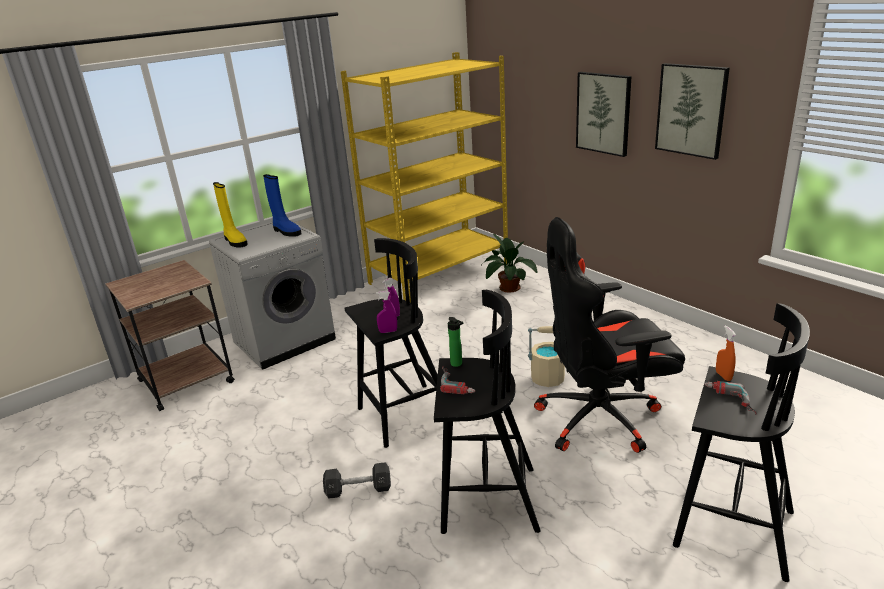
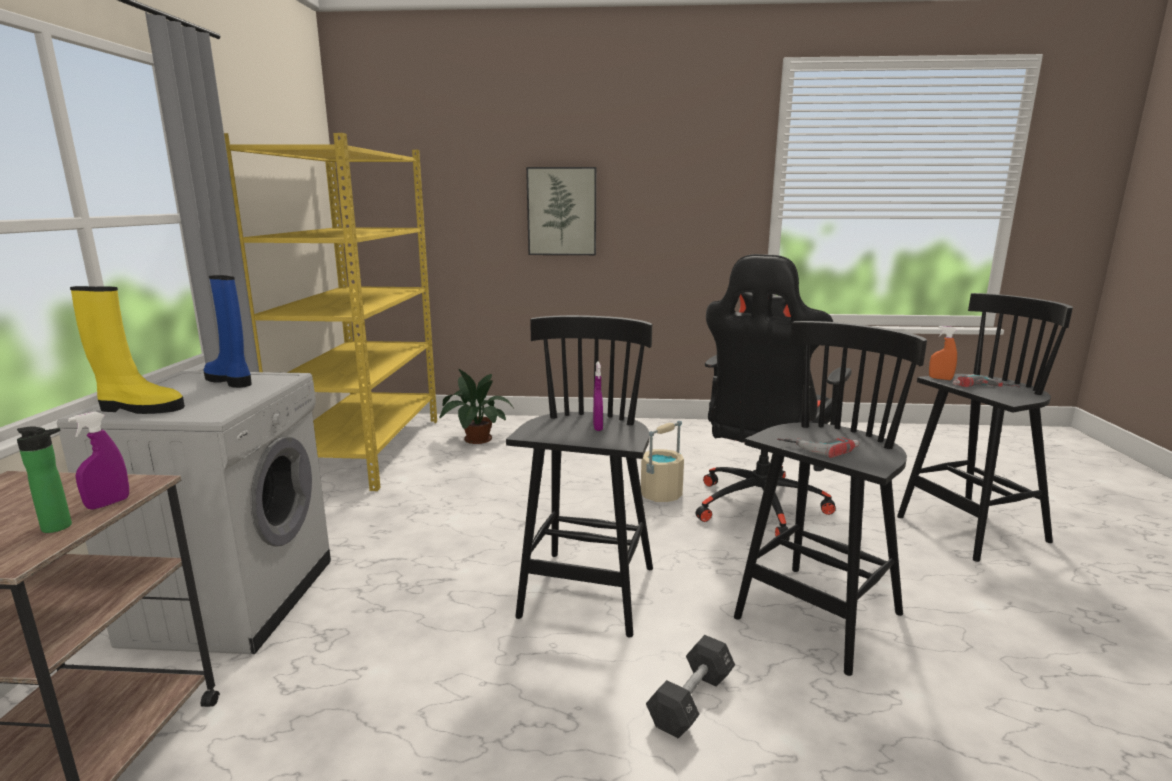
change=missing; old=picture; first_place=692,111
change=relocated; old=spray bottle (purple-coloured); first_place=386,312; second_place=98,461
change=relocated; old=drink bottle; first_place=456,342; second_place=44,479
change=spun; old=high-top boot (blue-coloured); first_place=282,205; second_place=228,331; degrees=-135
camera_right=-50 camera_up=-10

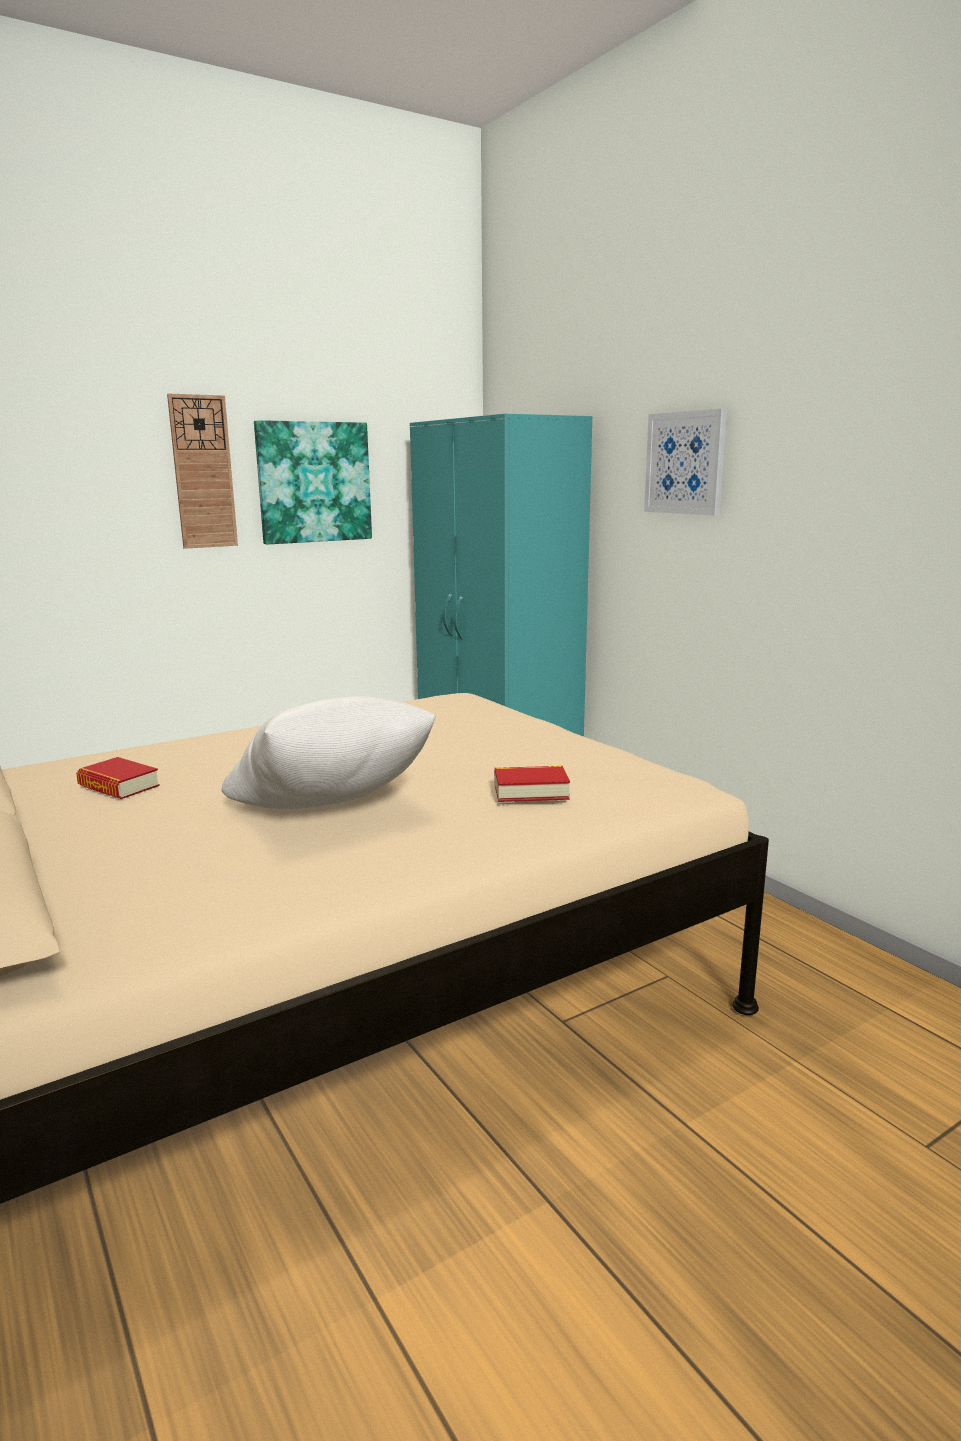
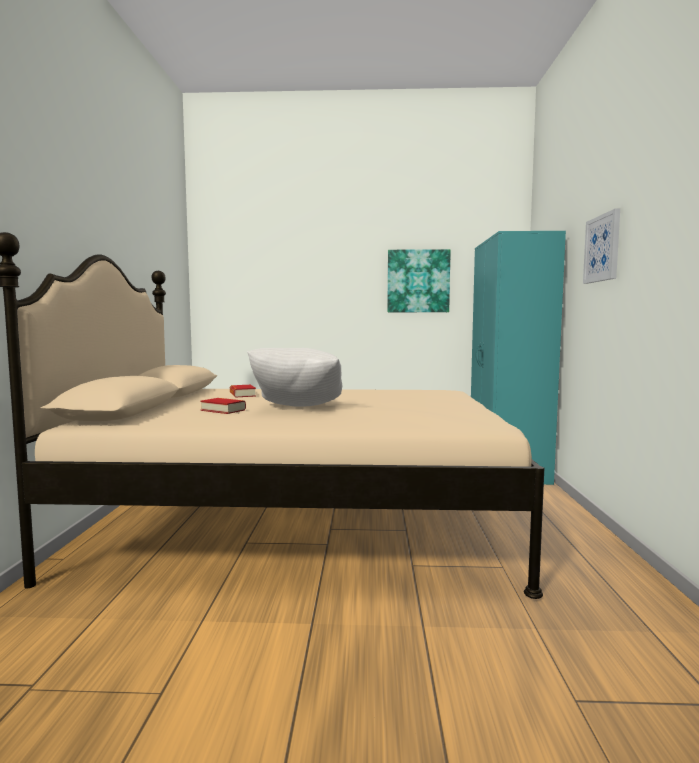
change=missing; old=clock on the wall; first_place=202,471
change=relocated; old=bound book; first_place=532,784; second_place=223,406
camera_right=35 camera_up=-10

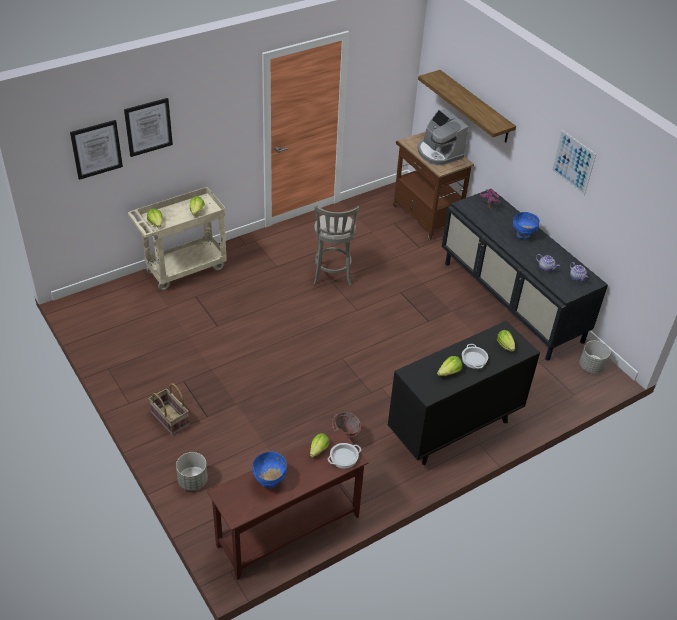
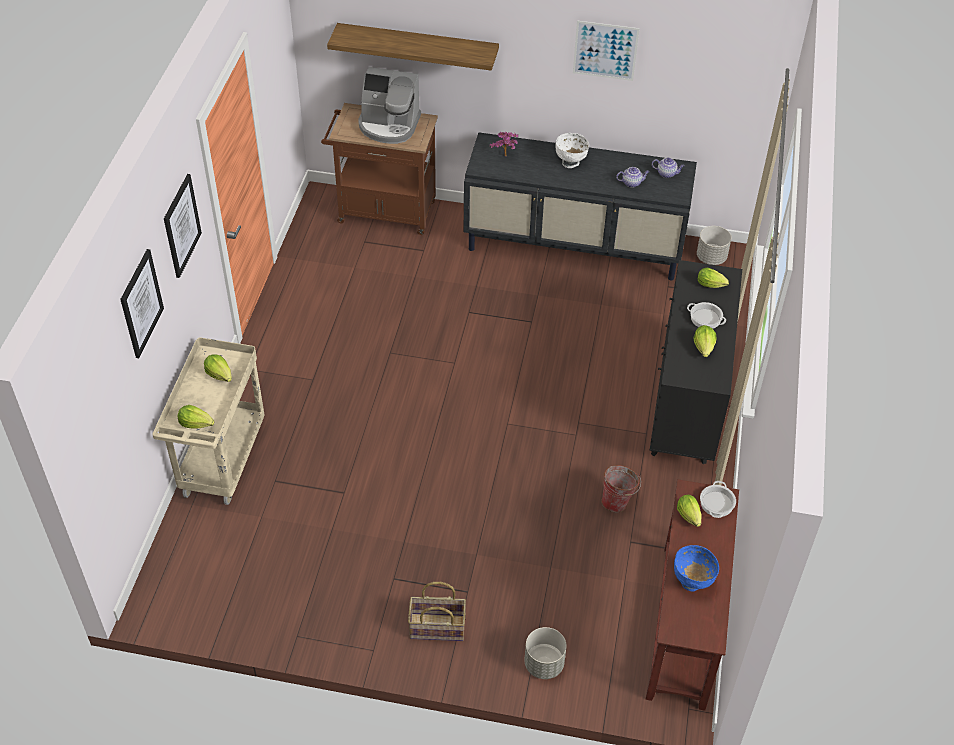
change=missing; old=stool seat (greyish); first_place=336,245
change=relocated; old=picture; first_place=96,150; second_place=183,226
change=colour; old=bowl (blue-coloured); new=bowl (whitish); first_place=526,225; second_place=572,150
camera_right=-45 camera_up=5

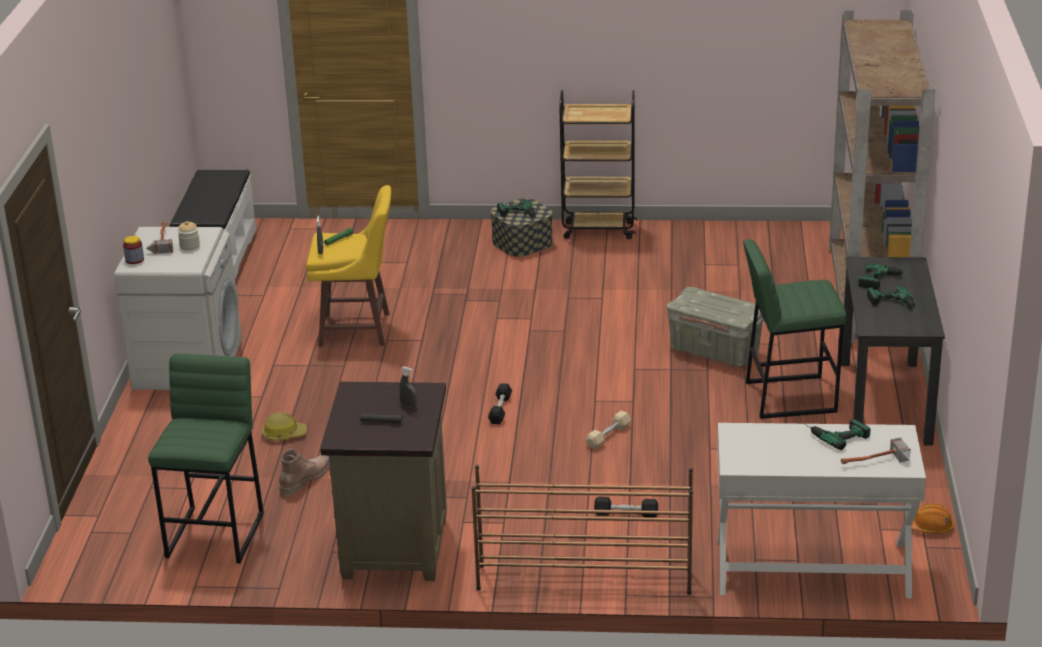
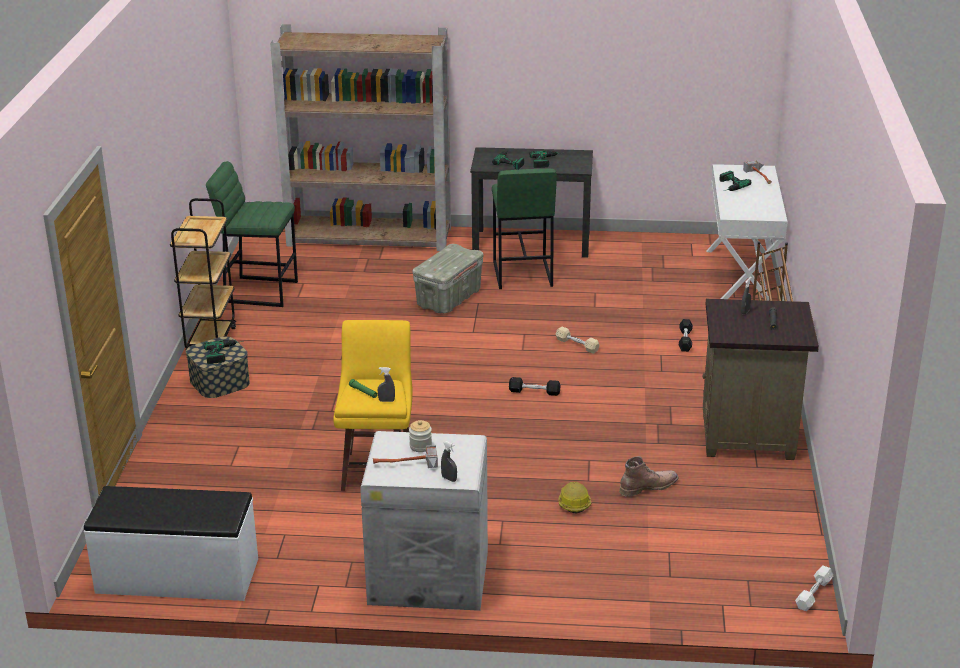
change=missing; old=work helmet (orange); first_place=933,518
change=appeared; new=free weight (whitish); second_place=814,588
change=relocated; old=stool seat (greenish); first_place=206,458; second_place=252,234
change=exchanged; old=preserve jar; new=spray bottle (greyish); first_place=133,250; second_place=449,461
change=spun; old=high-top boot (brown-coloured); first_place=304,472; second_place=648,476; degrees=120
camera_right=-90 camera_up=0

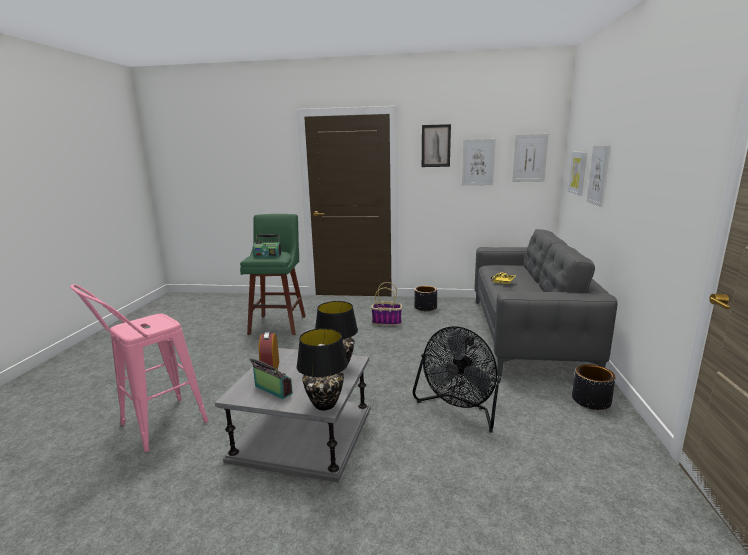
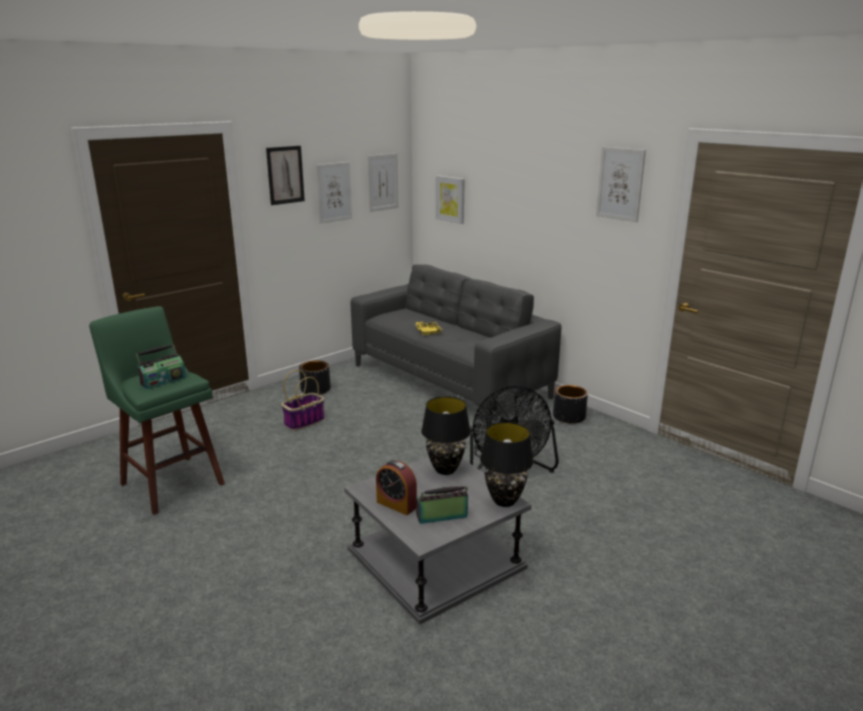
change=missing; old=stool seat (pink-coloured); first_place=139,368
change=relocated; old=picture; first_place=599,176; second_place=621,184
camera_right=-50 camera_up=5

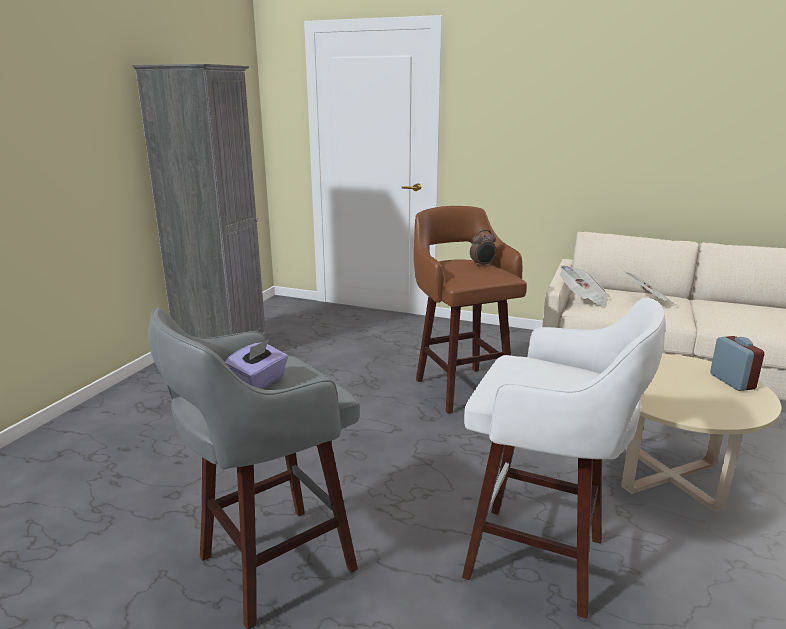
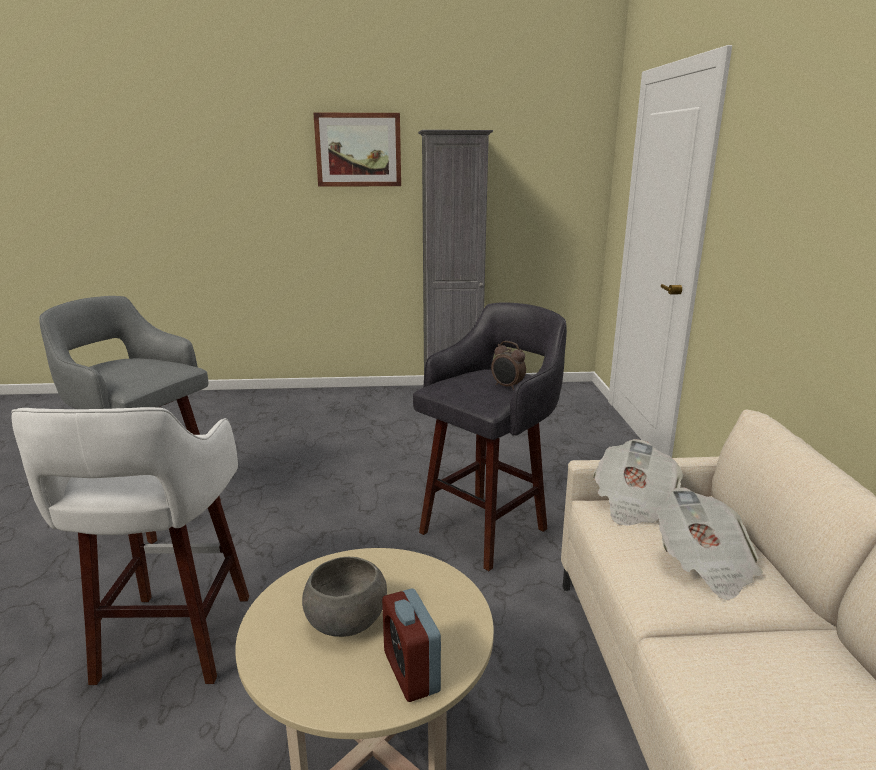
change=missing; old=box of tissues (purple-coloured); first_place=256,364
change=appeared; new=bowl (greyish); second_place=344,597
change=appeared; new=picture; second_place=357,150
change=colour; old=stool seat (brown-coloured); new=stool seat (greyish); first_place=470,310; second_place=490,436
change=spun; old=bedside clock; first_place=737,363; second_place=411,645; degrees=105
camera_right=65 camera_up=0

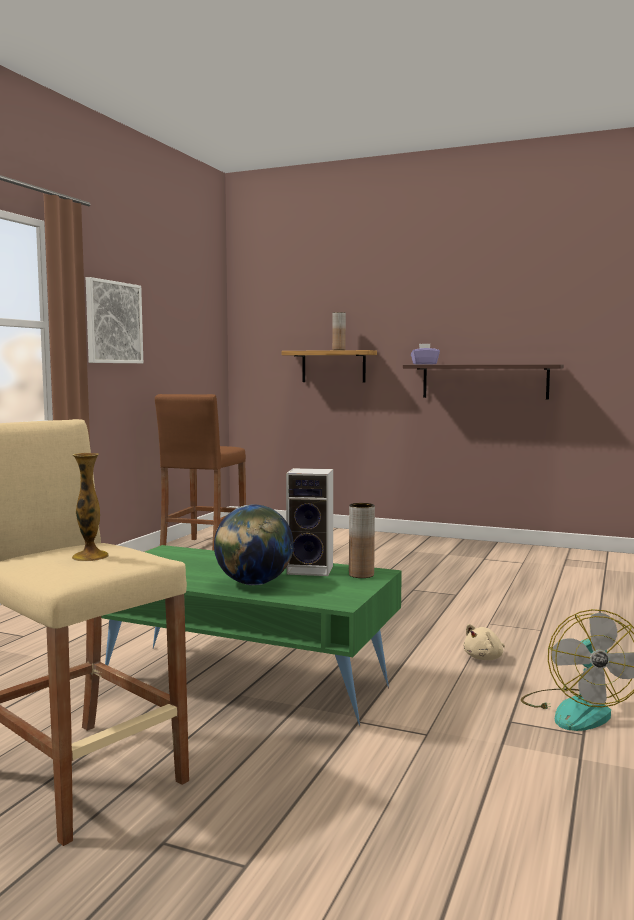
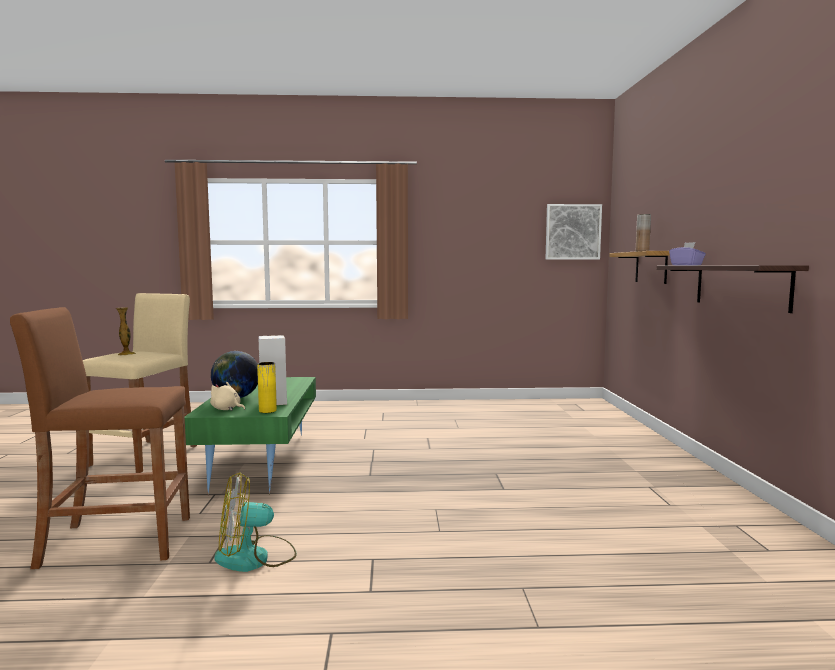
change=relocated; old=picture; first_place=114,320; second_place=574,232
change=relocated; old=stool seat (brown-coloured); first_place=200,472; second_place=100,438
change=relocated; old=soft toy (beige-coloured); first_place=484,642; second_place=227,396
change=colour; old=decorative vase (brown-coloured); new=decorative vase (yellowish); first_place=362,540; second_place=267,387
camera_right=65 camera_up=0

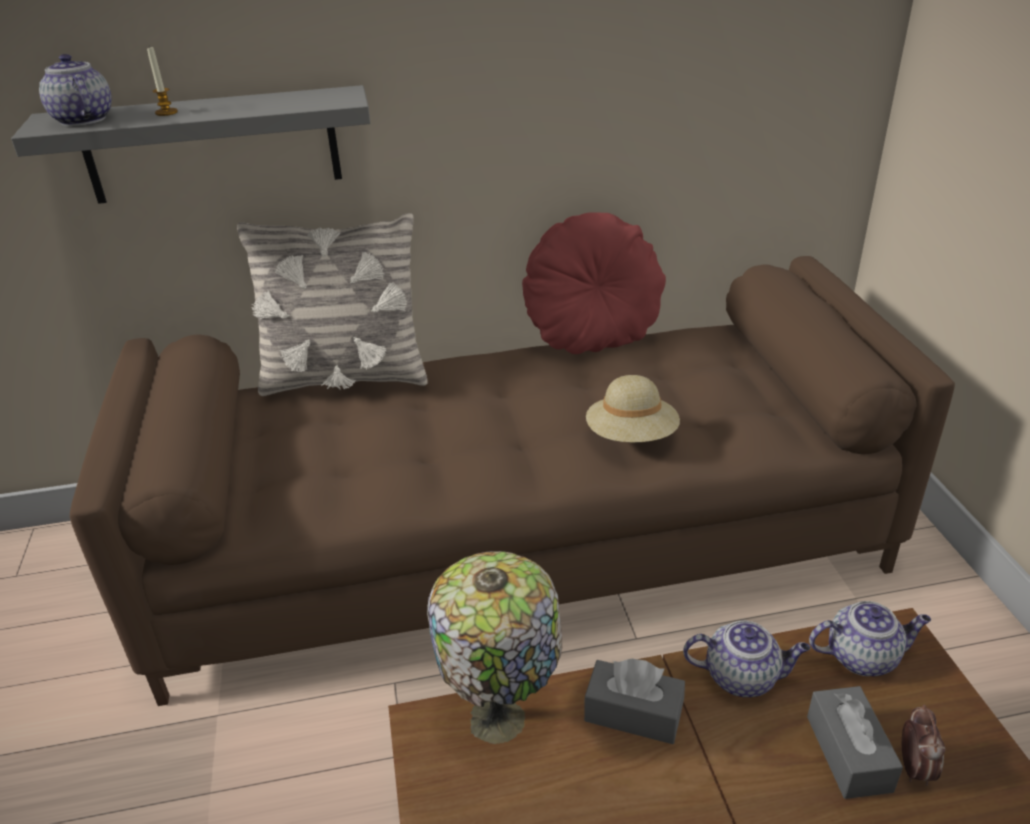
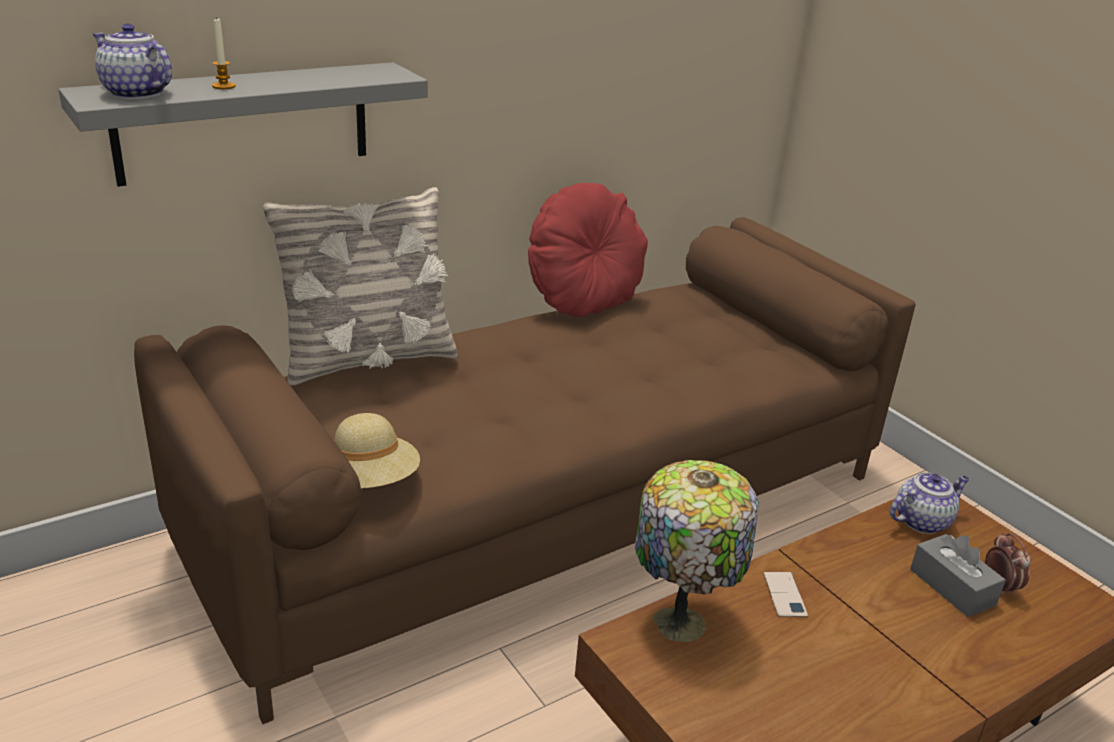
change=missing; old=teapot; first_place=746,659
change=relocated; old=clothing hat (beige-coloured); first_place=633,409; second_place=377,450
change=exchanged; old=box of tissues (greyish); new=handset; first_place=634,701; second_place=785,594
camera_right=-25 camera_up=-5

